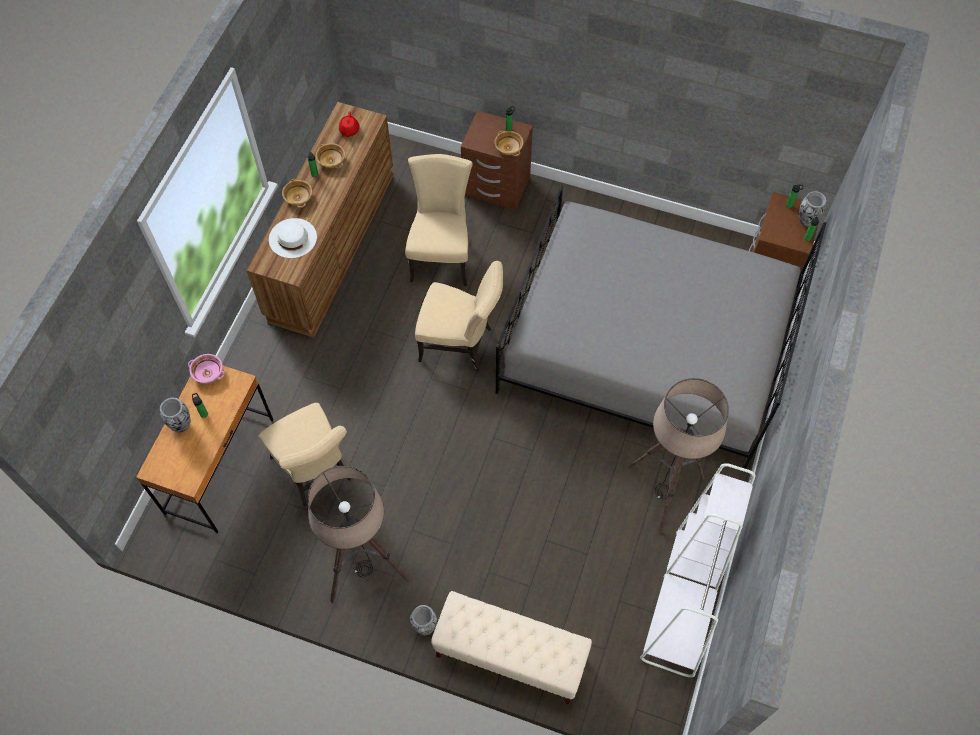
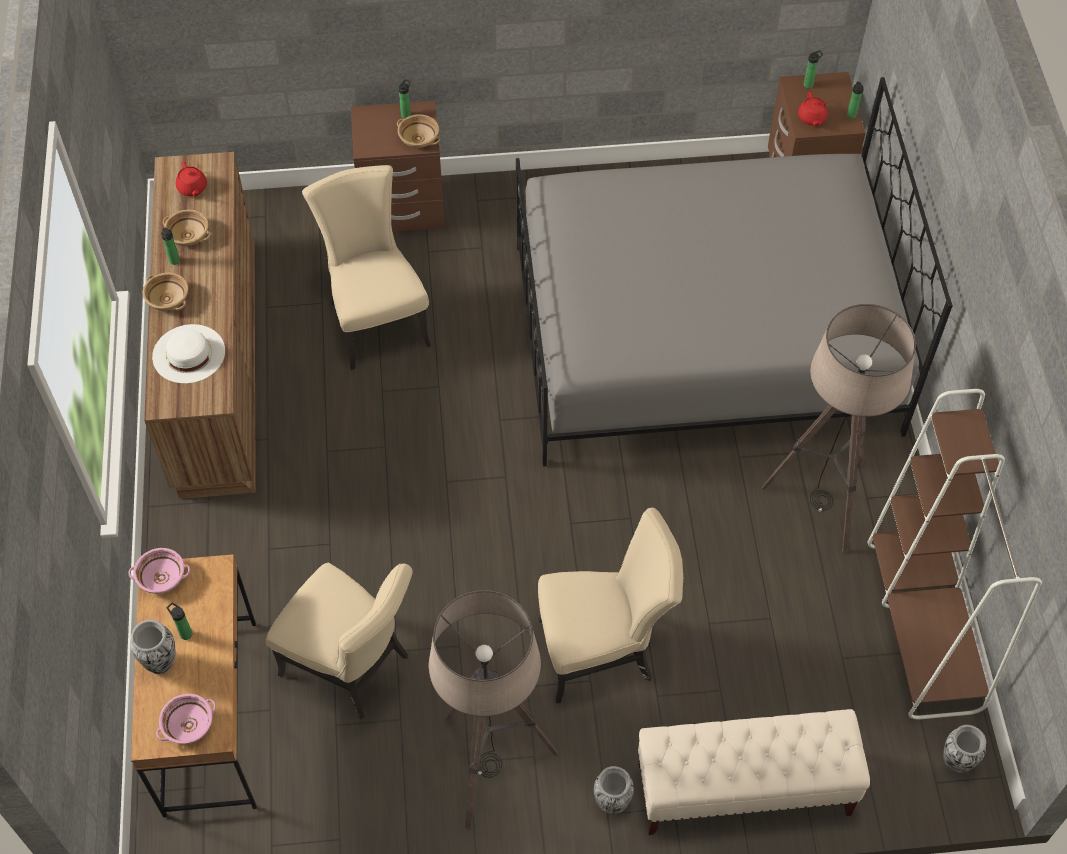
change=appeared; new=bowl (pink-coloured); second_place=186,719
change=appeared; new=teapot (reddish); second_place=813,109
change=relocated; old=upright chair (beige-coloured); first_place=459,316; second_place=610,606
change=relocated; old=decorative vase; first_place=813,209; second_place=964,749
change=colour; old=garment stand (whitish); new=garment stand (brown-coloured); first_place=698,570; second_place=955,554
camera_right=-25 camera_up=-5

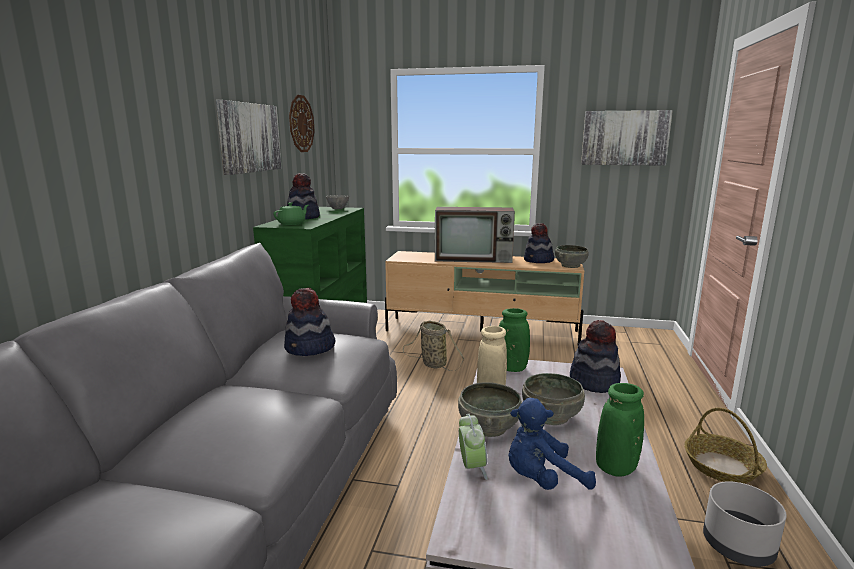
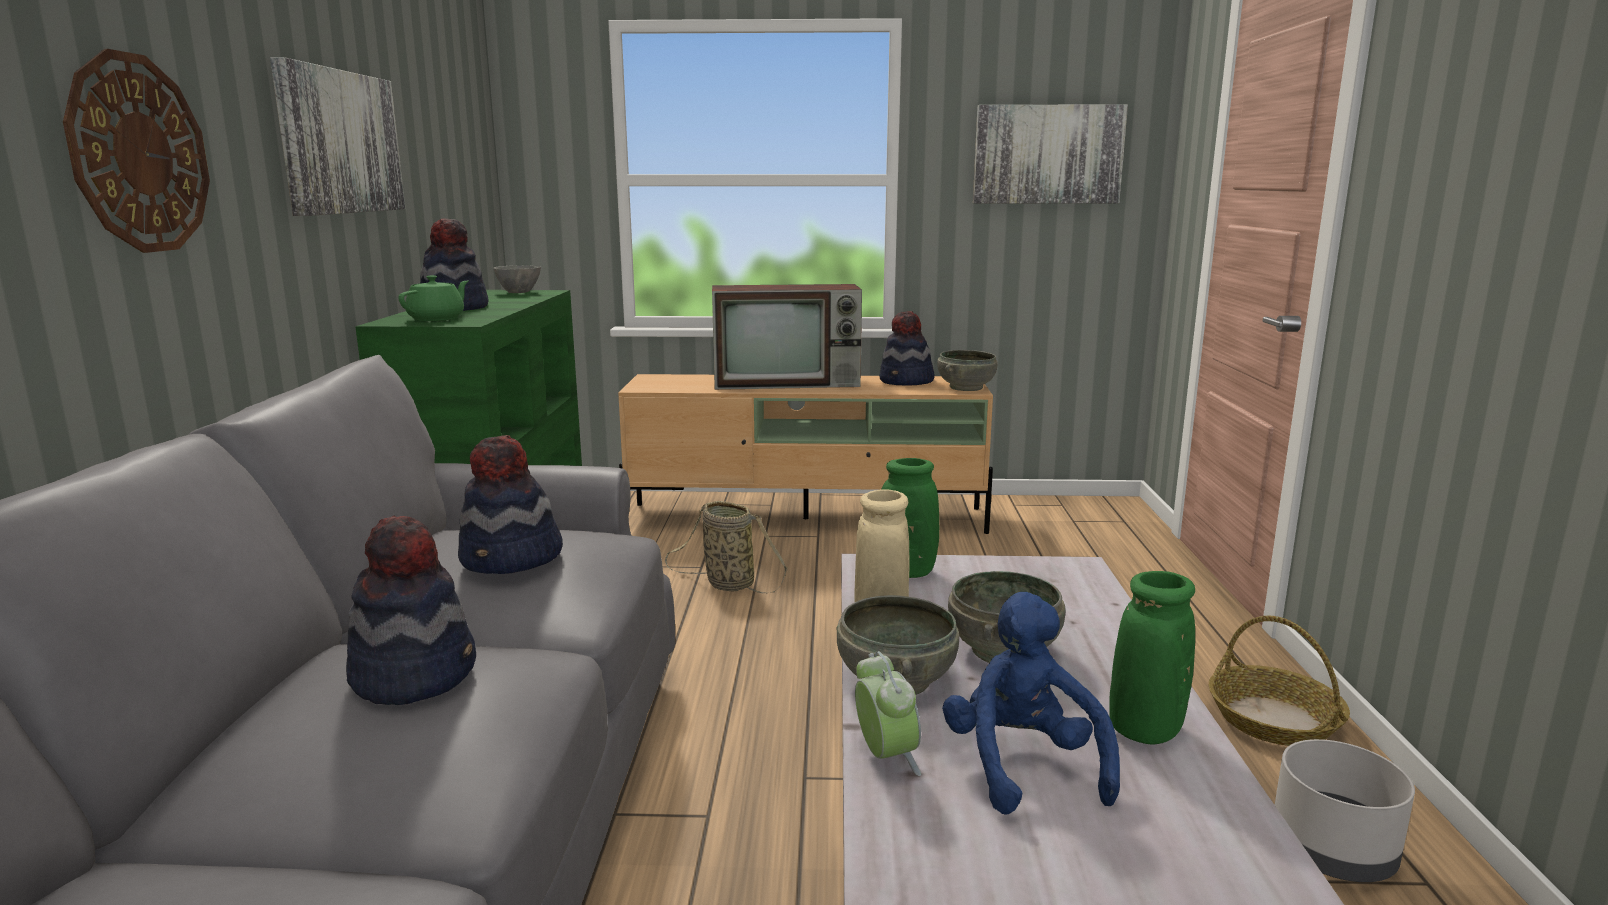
change=relocated; old=clock on the wall; first_place=302,123; second_place=136,151
change=relocated; old=clothing hat; first_place=595,356; second_place=411,610
change=spun; old=soft toy (blue-coloured); first_place=552,444; second_place=1031,703; degrees=105
camera_right=-10 camera_up=0

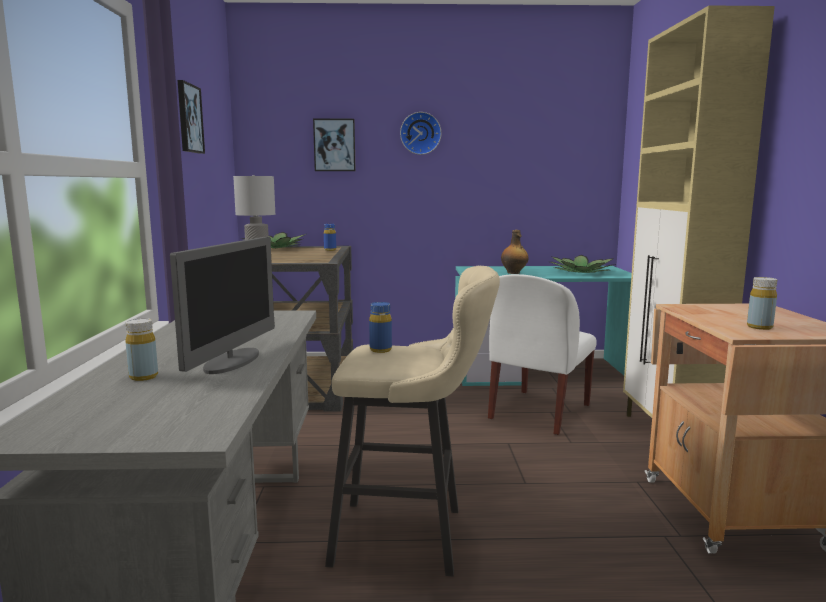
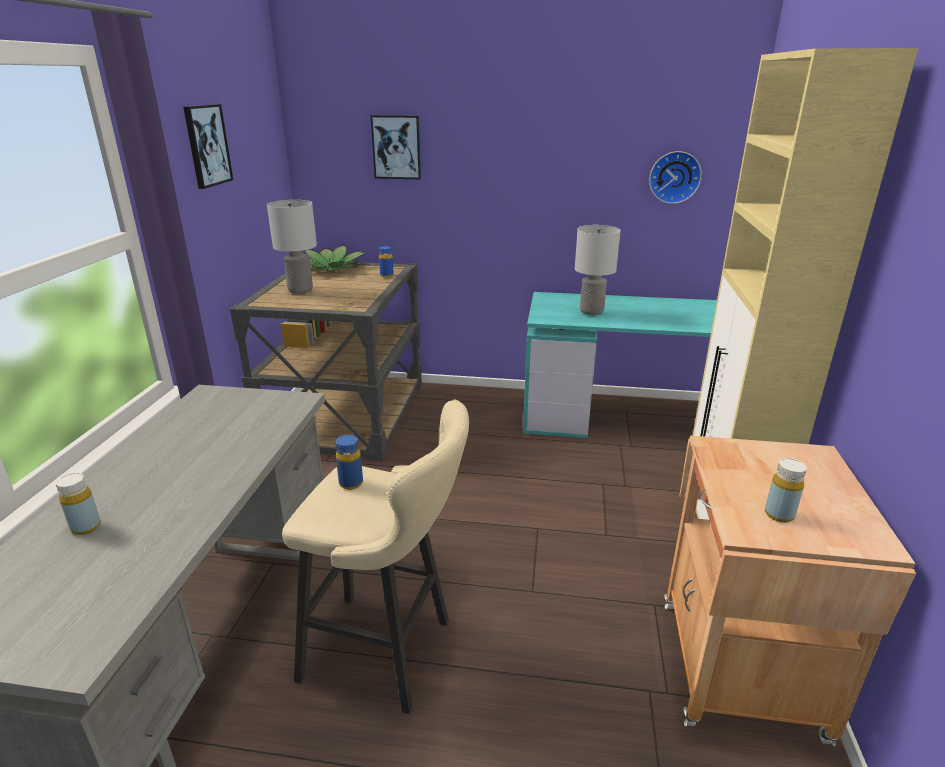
change=missing; old=monitor; first_place=222,305
change=missing; old=upright chair (whitish); first_place=542,354
change=missing; old=houseplant; first_place=583,264
change=relocated; old=clock on the wall; first_place=420,133; second_place=675,177
change=exchanged; old=drink bottle; new=table lamp (greyish); first_place=514,252; second_place=598,270
camera_right=10 camera_up=15

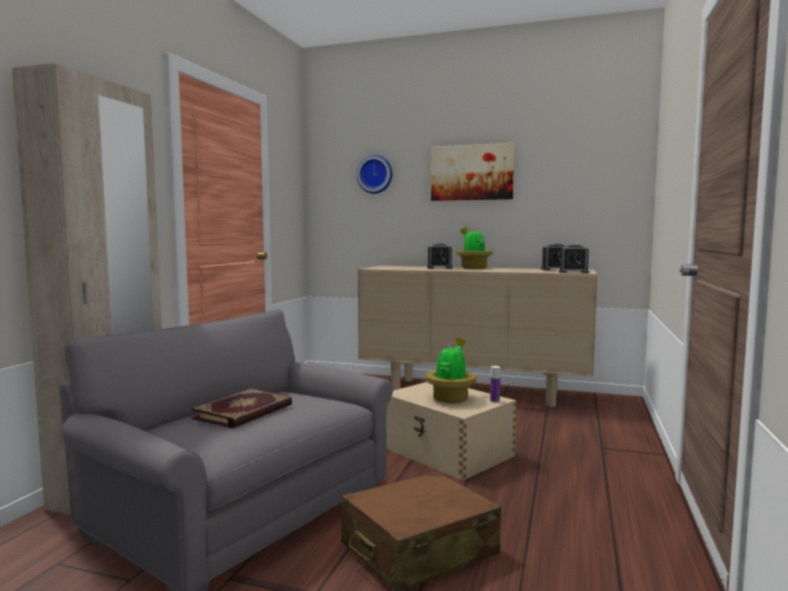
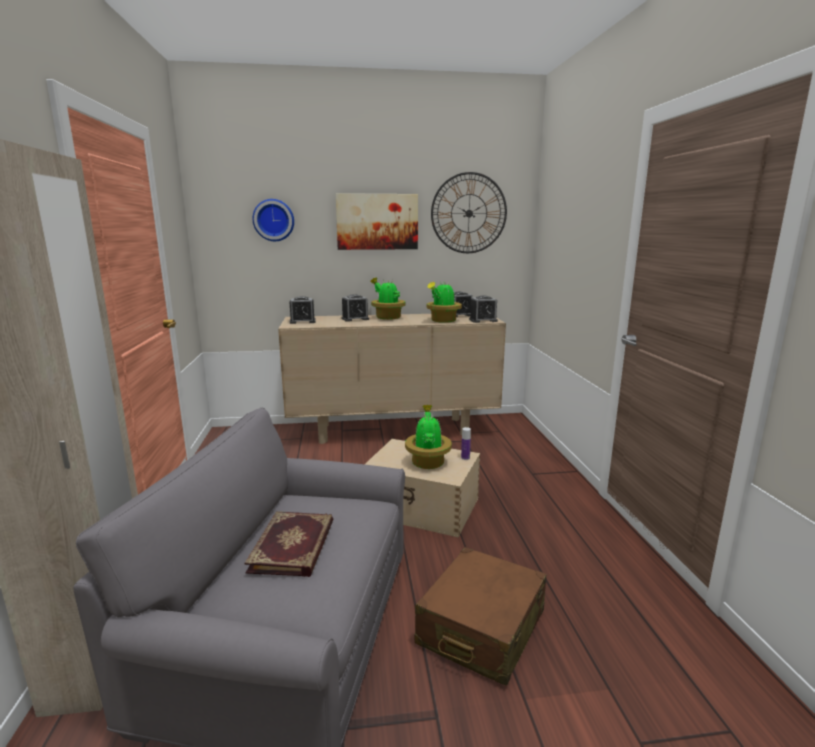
change=appeared; new=bedside clock; second_place=302,310
change=appeared; new=houseplant; second_place=444,302
change=appeared; new=clock on the wall; second_place=469,212
camera_right=-25 camera_up=10

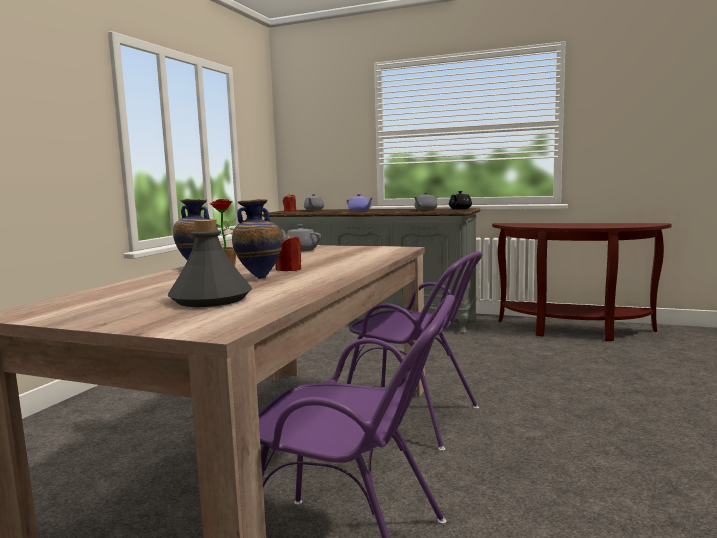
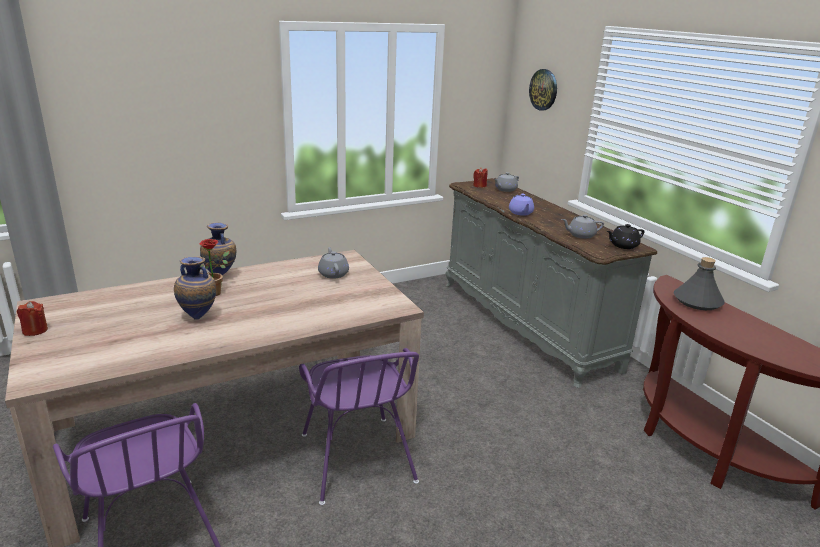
change=appeared; new=clock on the wall; second_place=543,90
change=relocated; old=drink bottle (greyish); first_place=210,263; second_place=699,283
change=relocated; old=wax light (reddish); first_place=288,252; second_place=32,318
camera_right=40 camera_up=15

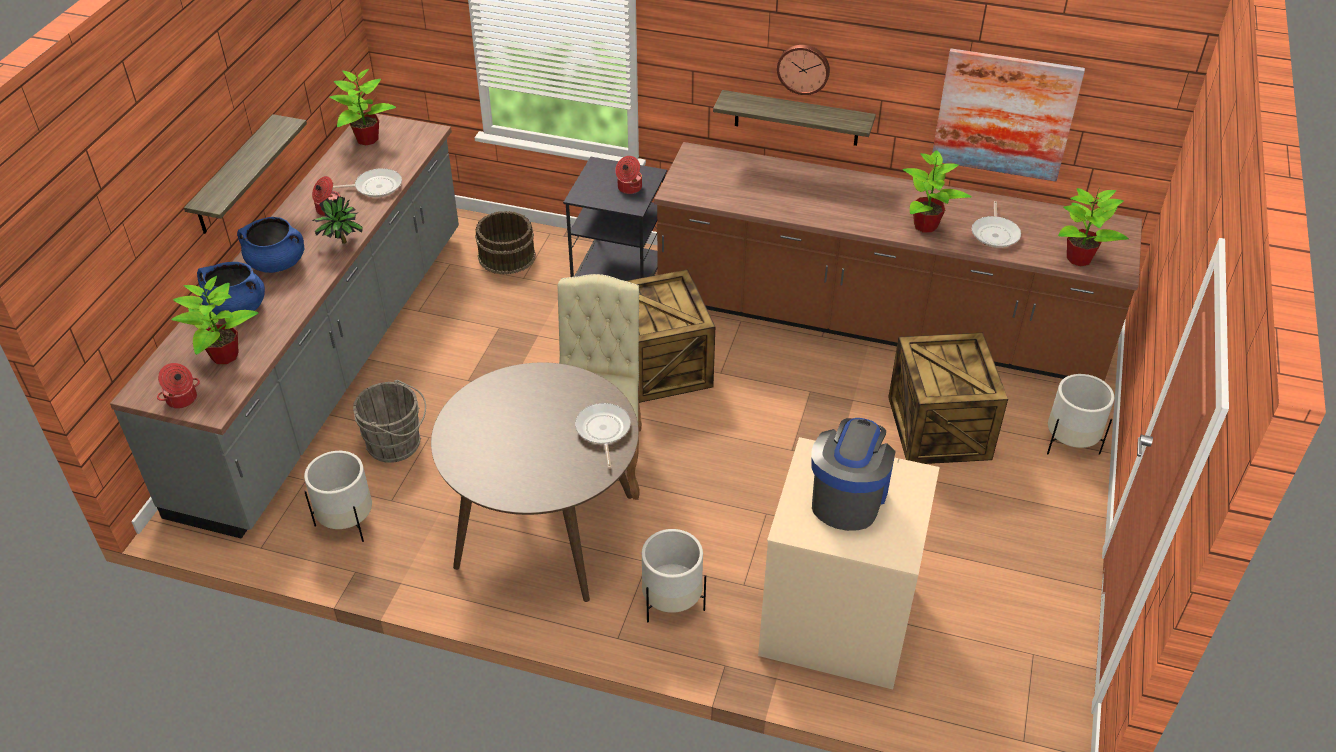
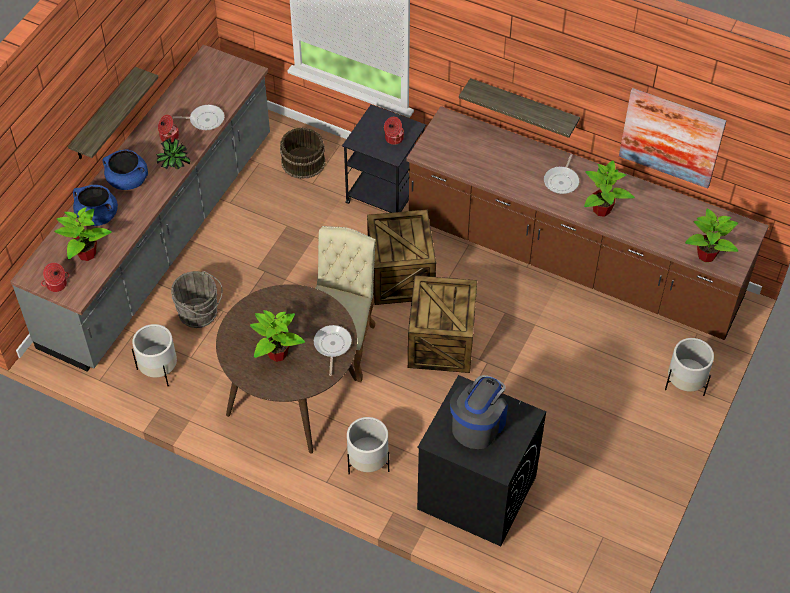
change=missing; old=clock on the wall; first_place=803,70
change=relocated; old=houseplant; first_place=363,107; second_place=277,336
change=relocated; old=shipping crate; first_place=948,398; second_place=442,324
change=relocated; old=pan; first_place=996,224; second_place=561,174
change=colour; old=laundry appliance (beige-coloured); new=laundry appliance (black-coloured); first_place=849,563; second_place=481,460
camera_right=10 camera_up=10

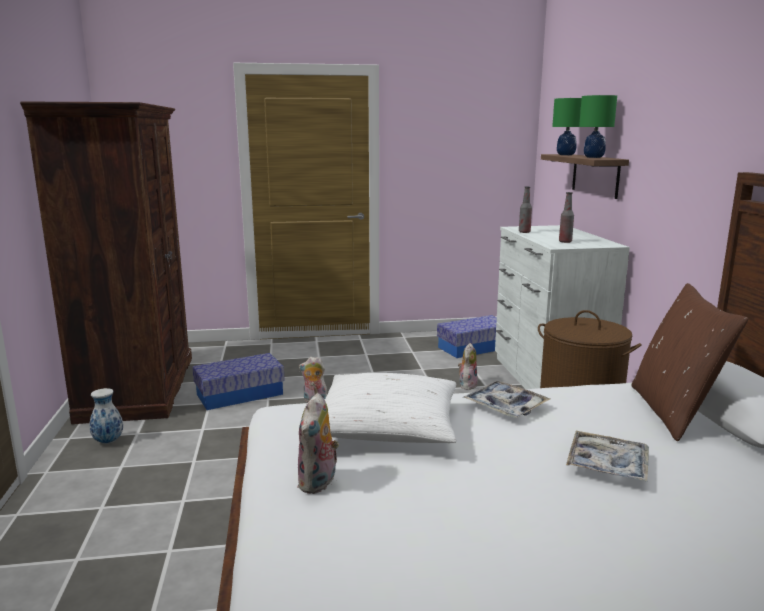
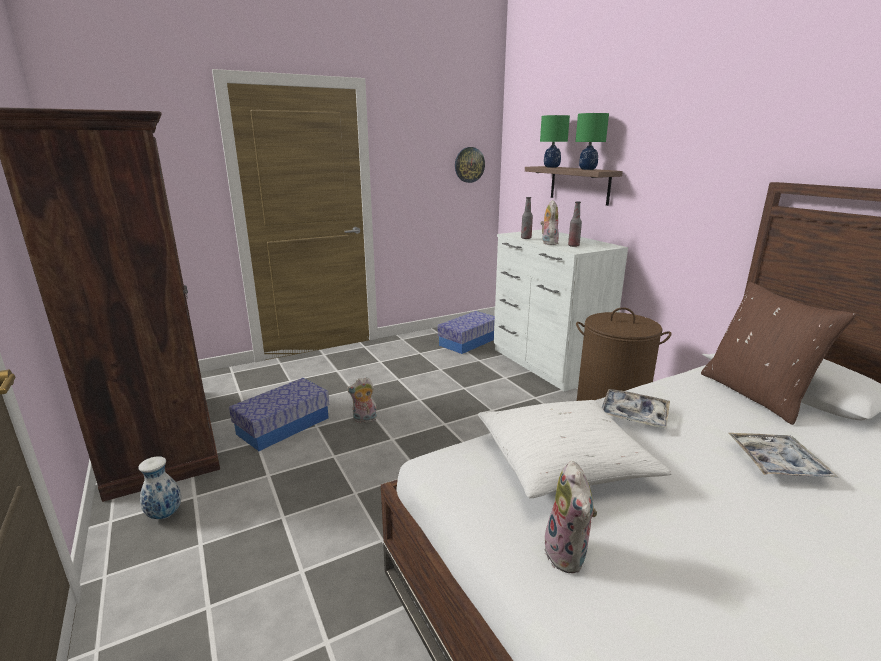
change=appeared; new=clock on the wall; second_place=470,165
change=relocated; old=soft toy; first_place=467,366; second_place=549,222
camera_right=-20 camera_up=5

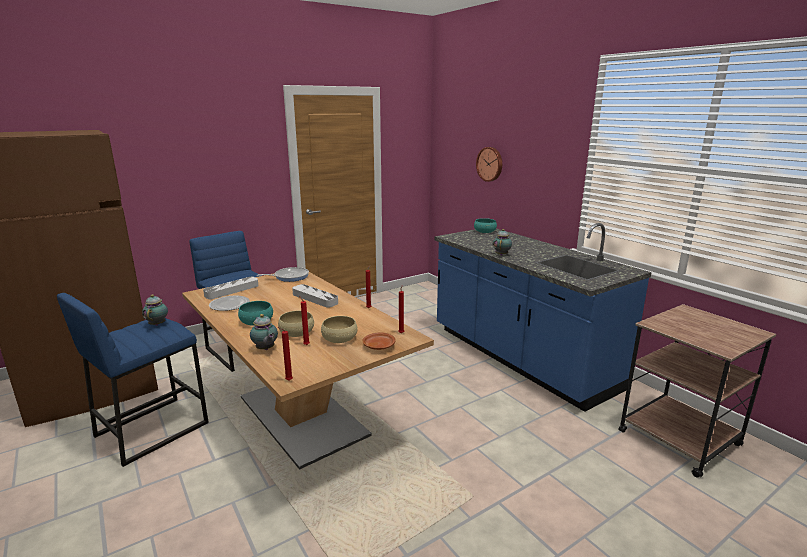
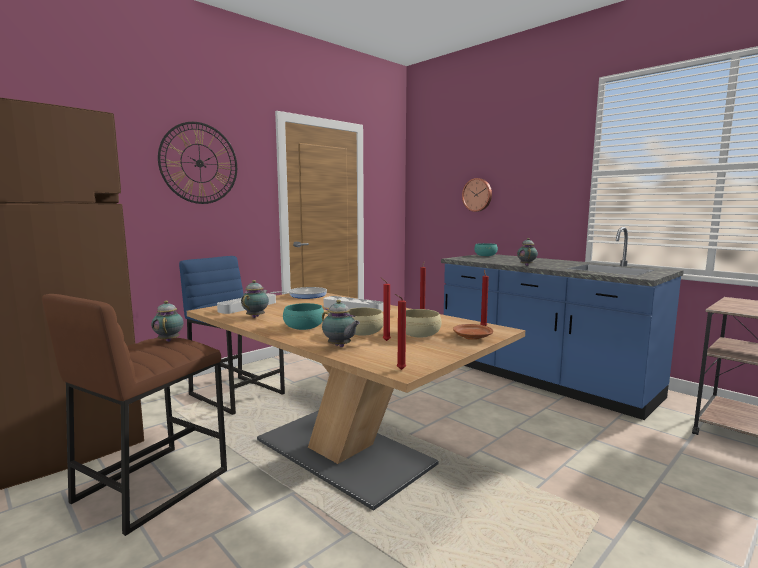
change=appeared; new=clock on the wall; second_place=197,163
change=exchanged; old=flat dish; new=teapot; first_place=229,303; second_place=255,299
change=colour; old=stool seat (blue-coloured); new=stool seat (brown-coloured); first_place=133,380; second_place=134,415
camera_right=-10 camera_up=-10

